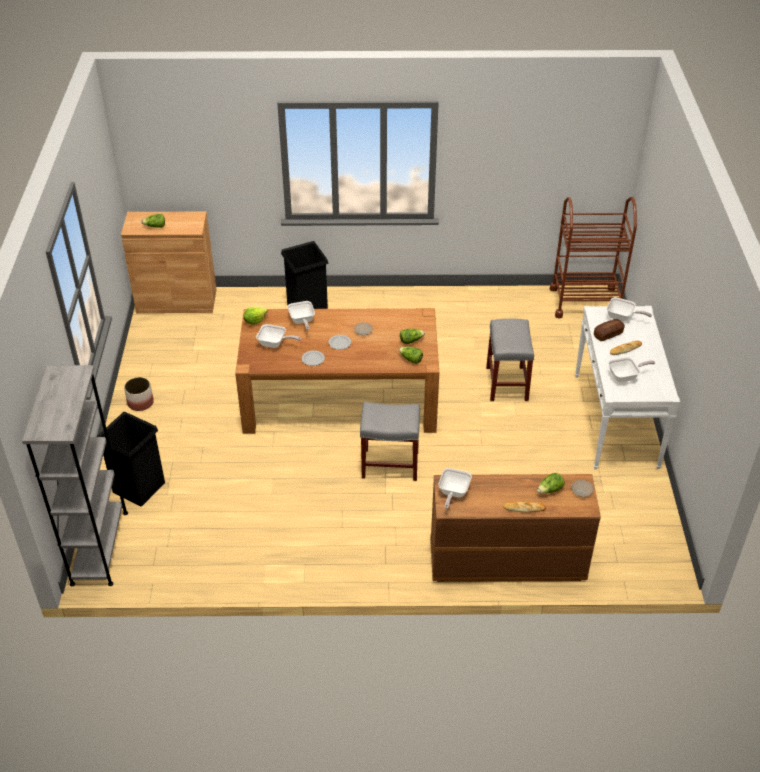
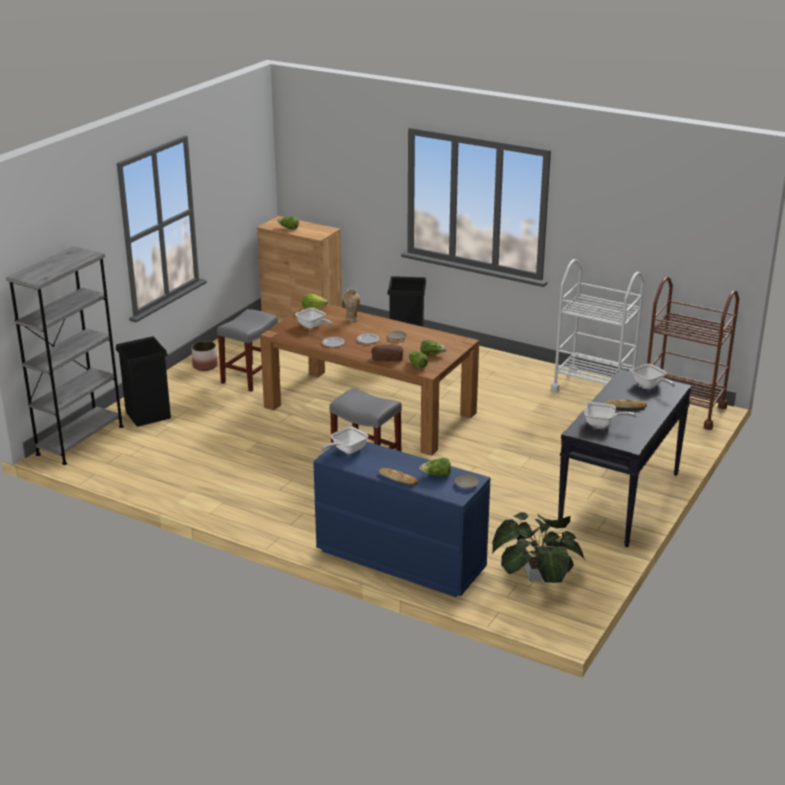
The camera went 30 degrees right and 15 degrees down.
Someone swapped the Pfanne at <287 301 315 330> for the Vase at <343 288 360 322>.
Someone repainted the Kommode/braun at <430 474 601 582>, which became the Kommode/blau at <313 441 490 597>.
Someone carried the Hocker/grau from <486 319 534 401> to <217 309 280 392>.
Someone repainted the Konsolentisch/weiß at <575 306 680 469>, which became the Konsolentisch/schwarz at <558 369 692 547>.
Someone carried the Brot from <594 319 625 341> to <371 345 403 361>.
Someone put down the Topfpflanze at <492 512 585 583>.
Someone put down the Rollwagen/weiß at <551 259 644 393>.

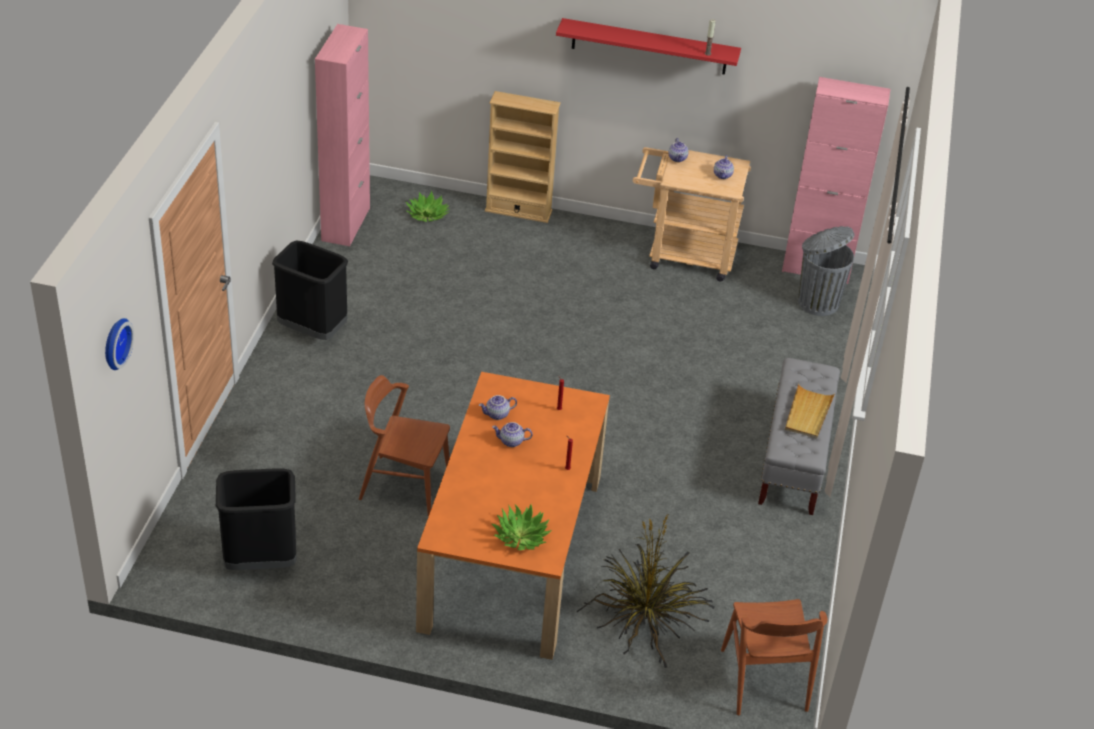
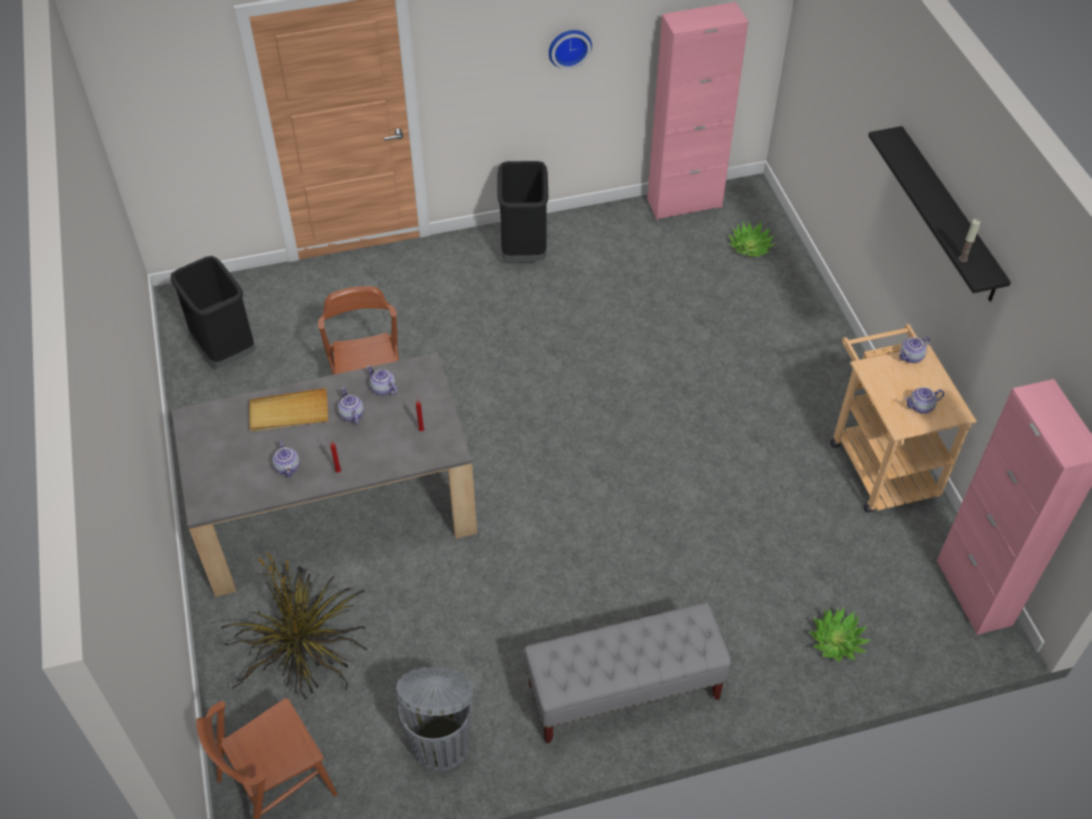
The camera went 65 degrees right and 10 degrees up.
Someone carried the Wanduhr from <105 318 134 370> to <549 30 592 69>.
Someone repainted the Esstisch/orange at <416 372 610 660>, which became the Esstisch/grau at <171 352 477 597>.
Someone took away the Bücherregal/beige at <485 91 561 223>.
Someone carried the Topfpflanze from <492 504 552 551> to <809 607 870 662>.
Someone repainted the Wandregal/rot at <556 18 741 75>, which became the Wandregal/schwarz at <868 126 1011 302>.
Someone carried the Tablett/beige from <785 384 835 439> to <249 388 328 432>.
Someone carried the Mülleimer/grau from <798 226 855 316> to <396 667 473 772>.
Someone put down the Teekanne at <272 440 300 477>.

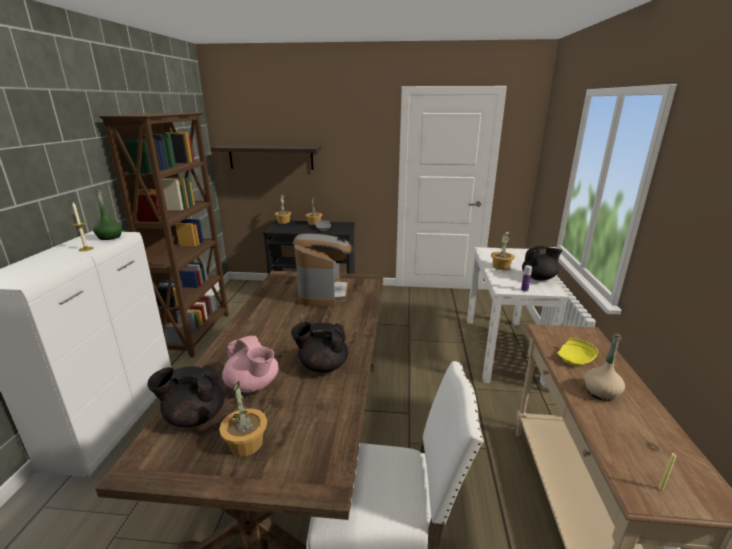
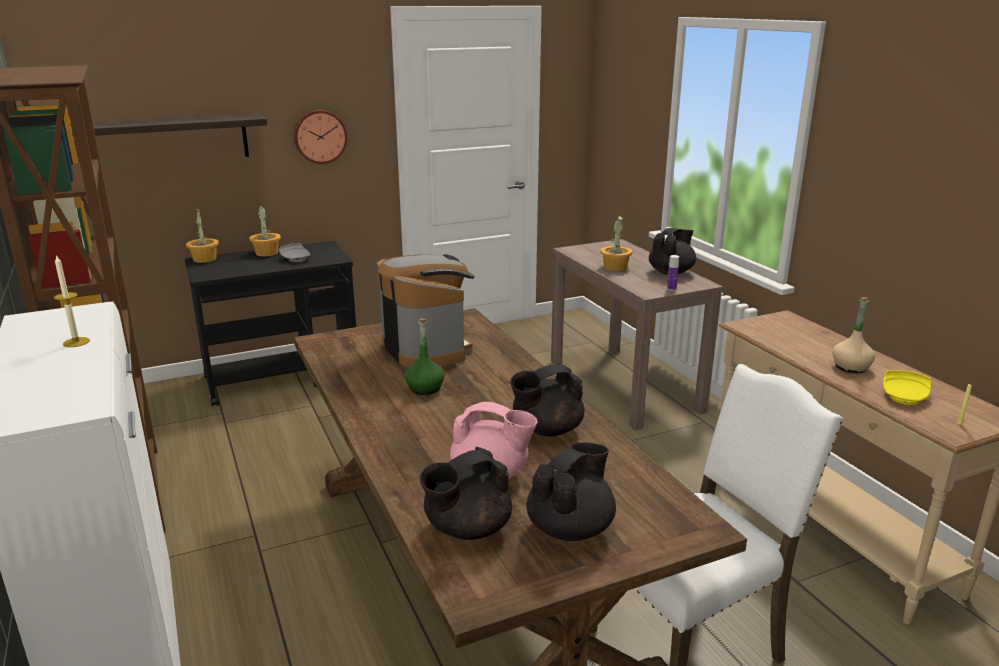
The camera went 30 degrees left and 0 degrees up.
Someone carried the Flasche/grün from <93 190 122 240> to <405 319 444 395>.
Someone swapped the Topfpflanze at <219 381 267 456> for the Teekanne/schwarz at <526 443 616 541>.
Someone repainted the Konsolentisch/weiß at <467 247 569 387>, which became the Konsolentisch/braun at <551 239 723 431>.
Someone carried the Teller/gelb from <557 338 598 366> to <883 370 931 405>.
Someone put up the Wanduhr at <294 110 347 164>.

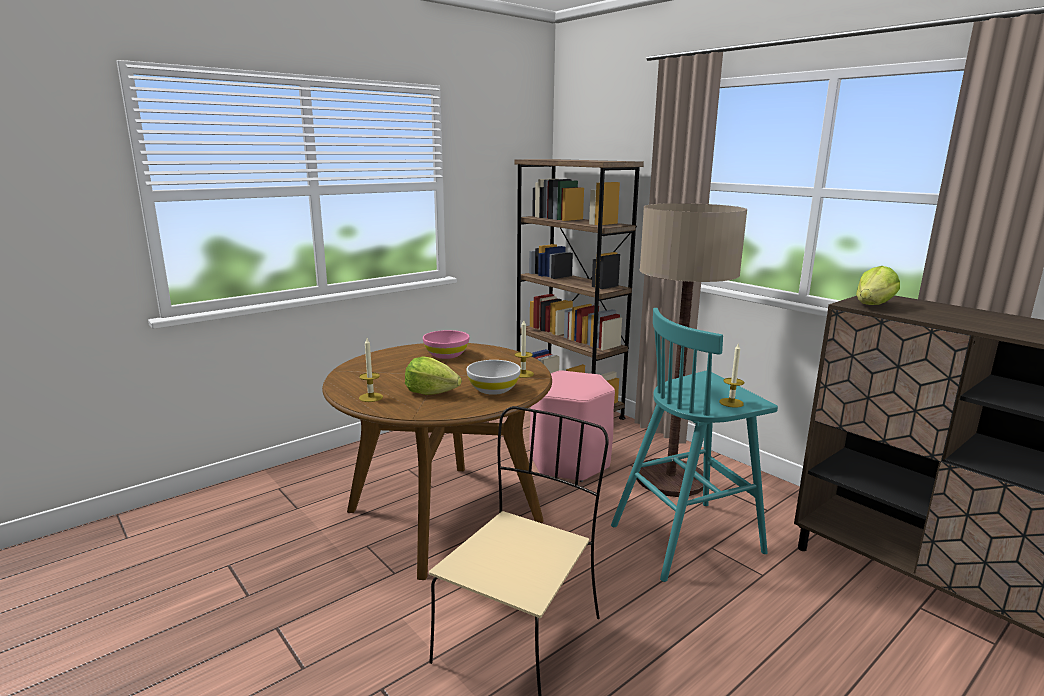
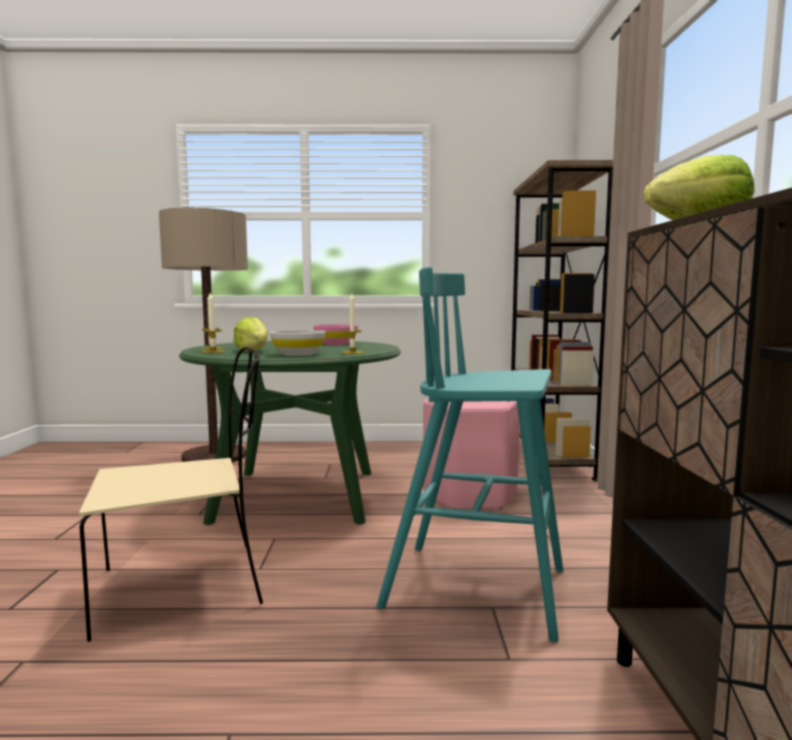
The camera went 40 degrees right and 10 degrees down.
Someone repainted the Esstisch/braun at <322 343 552 580>, which became the Esstisch/grün at <179 341 401 525>.
Someone carried the Stehlampe from <637 203 747 497> to <159 208 248 462>.
Someone carried the Kerze from <719 342 744 408> to <202 294 225 353>.

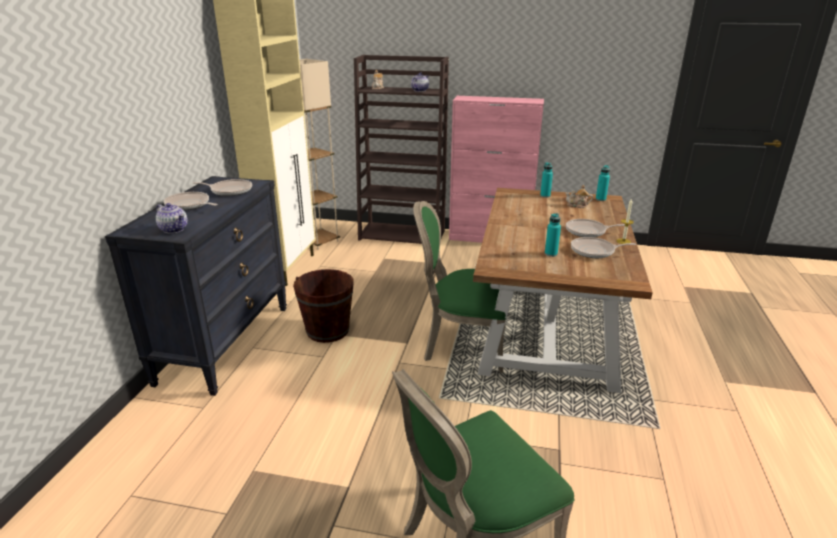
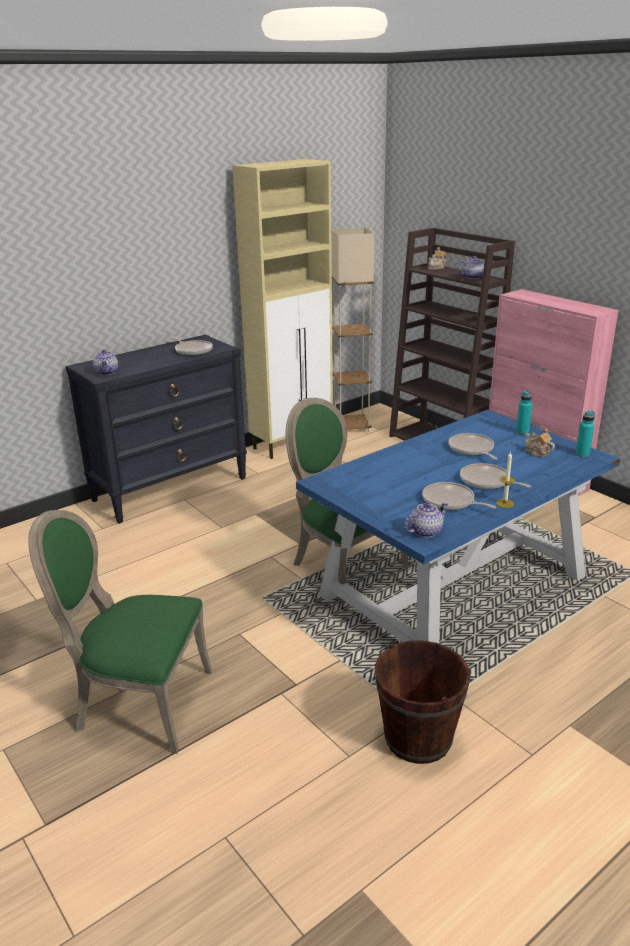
The camera went 40 degrees right and 0 degrees up.
Someone carried the Pfanne from <164 192 218 210> to <448 433 497 460>.
Someone carried the Eimer/braun from <293 269 354 343> to <374 640 471 764>.
Someone repainted the Esstisch/braun at <473 188 653 393>, which became the Esstisch/blau at <296 410 620 644>.
Someone took away the Flasche/türkis at <545 213 561 257>.
Someone put down the Teekanne at <404 502 449 538>.

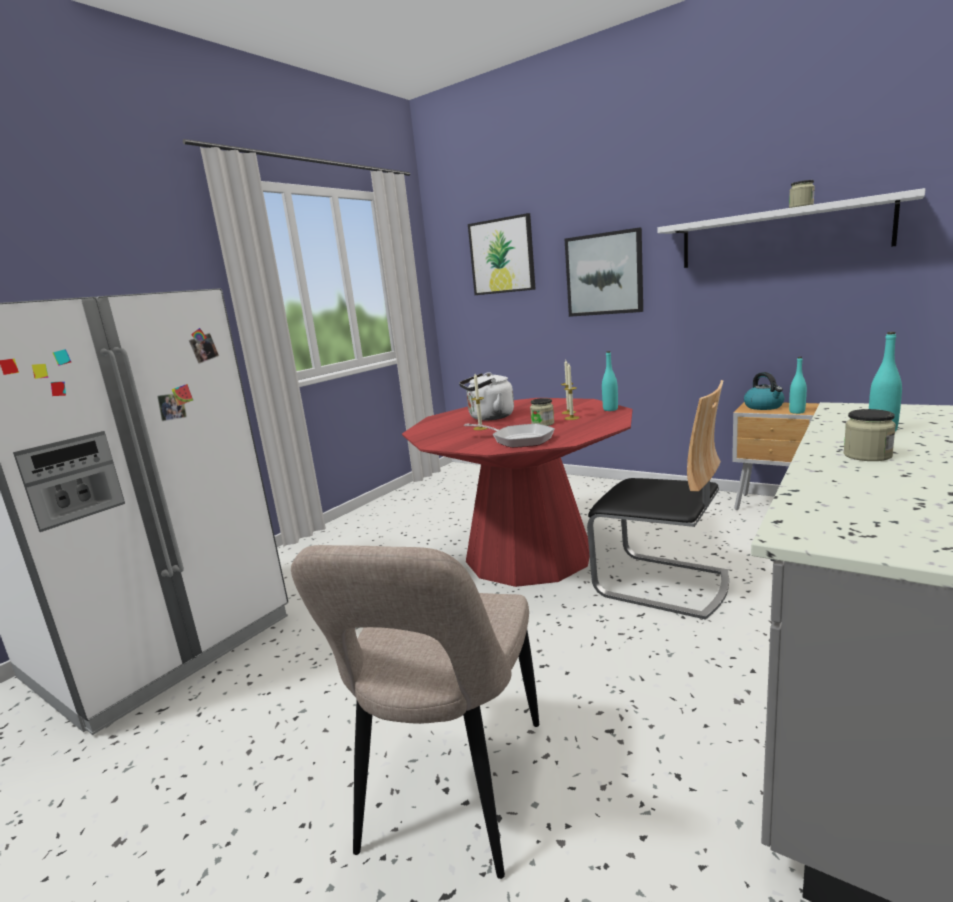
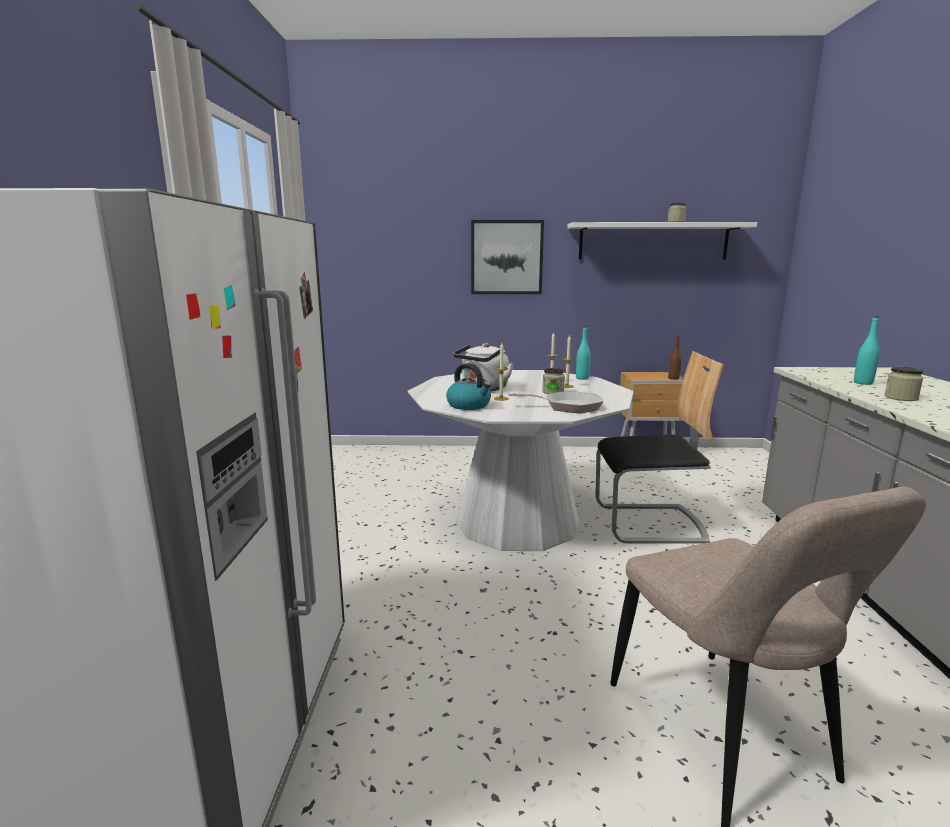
The camera went 35 degrees left and 0 degrees up.
Someone repainted the Esstisch/rot at <402 398 632 587>, which became the Esstisch/weiß at <408 370 634 551>.
Someone took away the Bild at <468 213 536 295>.
Someone carried the Wasserkessel from <744 372 784 410> to <446 363 491 410>.
Someone repainted the Flasche/türkis at <789 357 807 414>, which became the Flasche/braun at <668 336 681 380>.

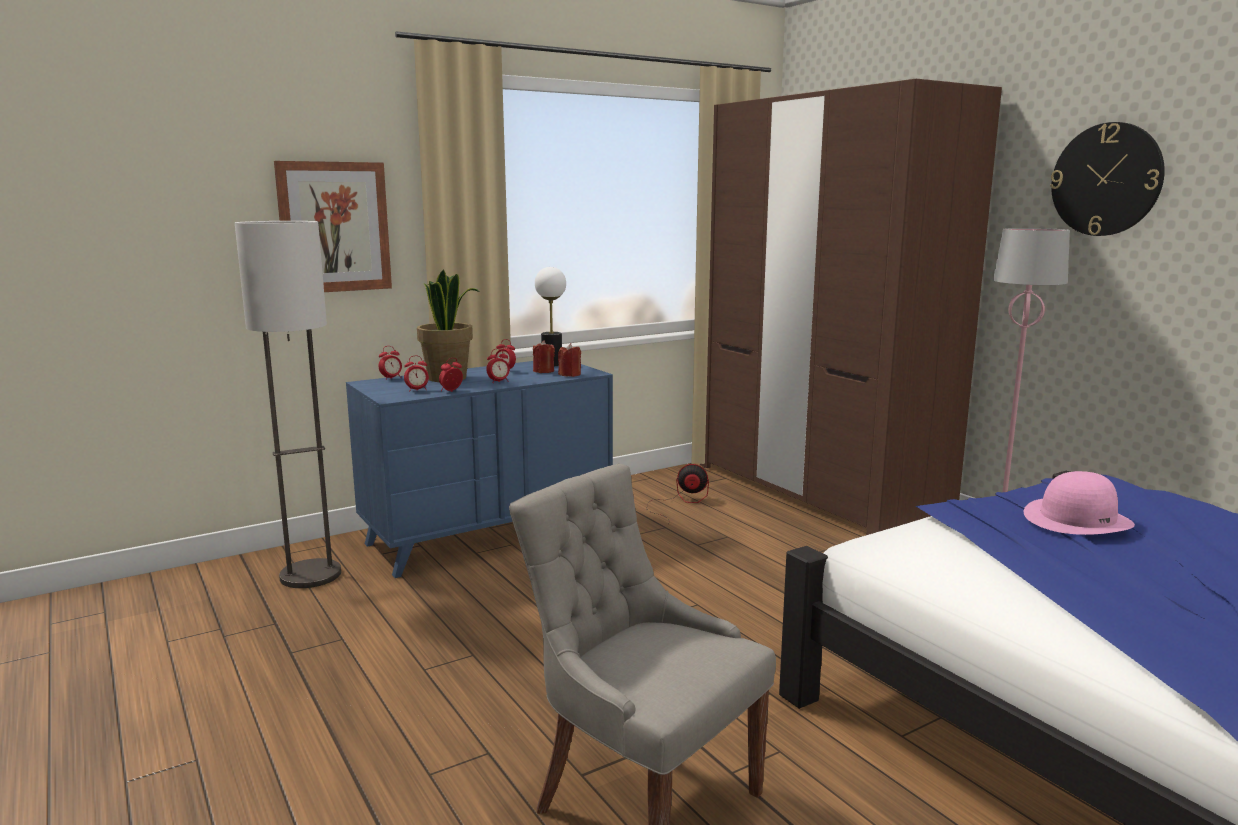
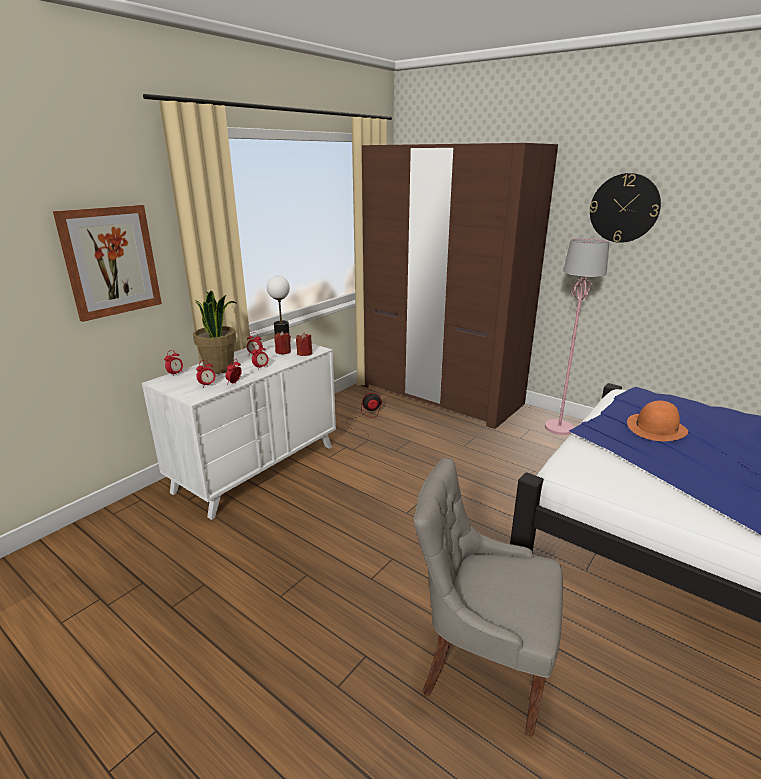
The camera went 20 degrees left and 10 degrees up.
Someone took away the Stehlampe at <235 221 341 588>.
Someone repainted the Kommode/blau at <346 361 613 578>, which became the Kommode/weiß at <142 338 336 520>.
Someone repainted the Hut/rosa at <1024 471 1135 535>, which became the Hut/orange at <627 401 688 441>.

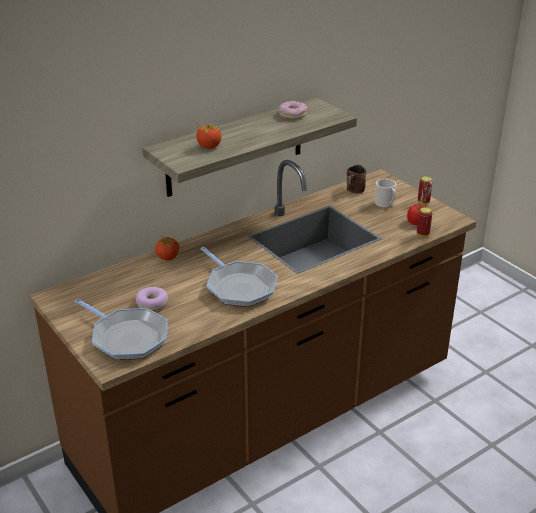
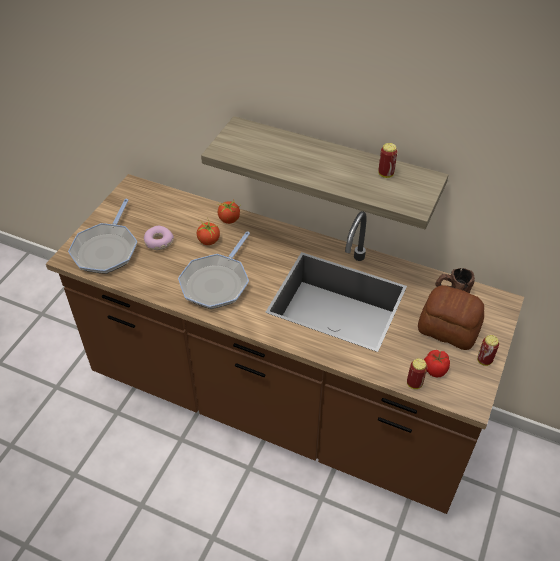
The camera went 60 degrees right and 15 degrees up.
Someone carried the Tomate from <196 123 222 149> to <197 220 220 245>.
Someone swapped the Donut at <279 101 308 120> for the Dose at <378 143 398 178>.
Someone swapped the Henkelbecher at <375 179 396 208> for the Brot at <418 285 484 350>.

